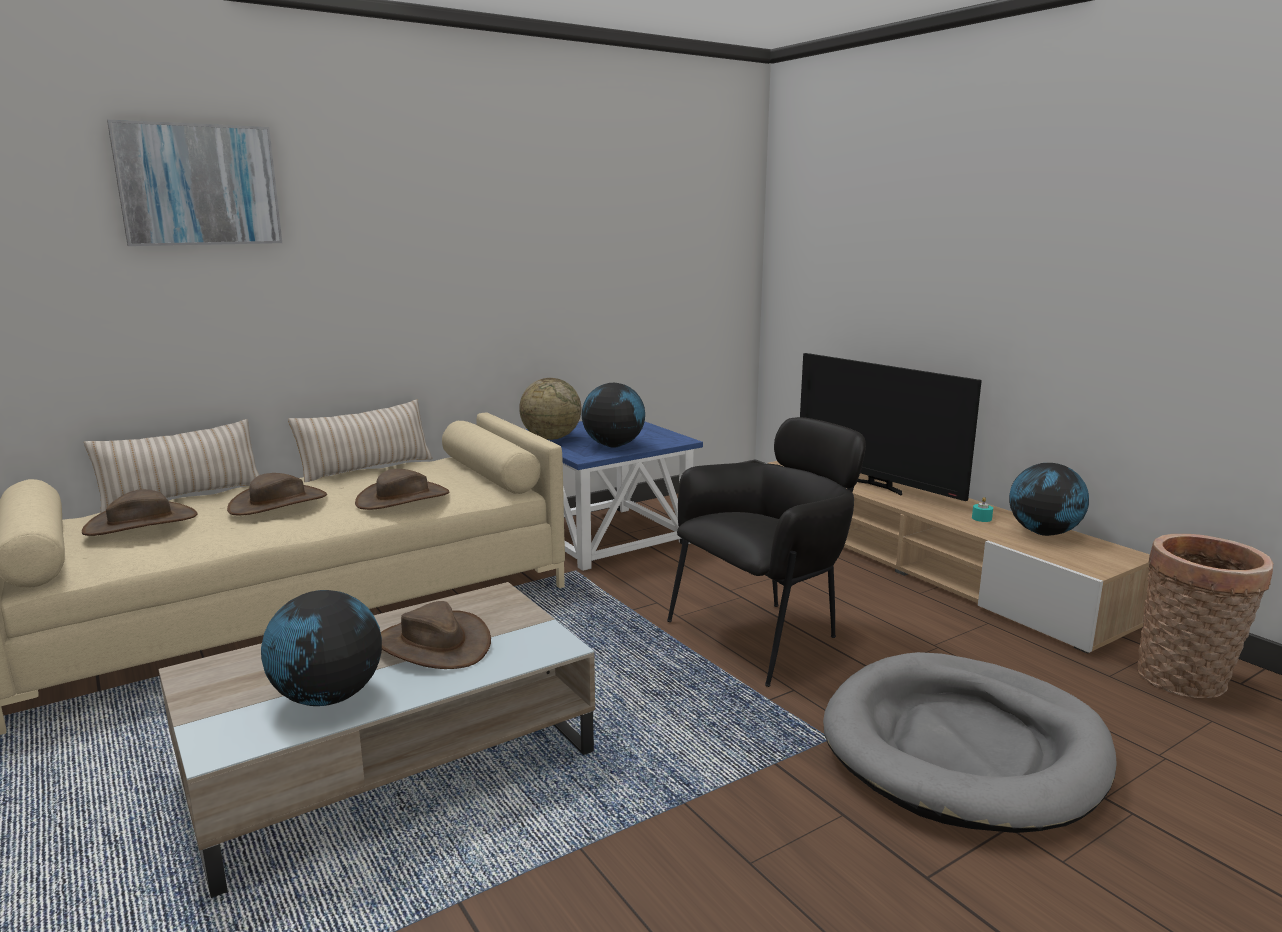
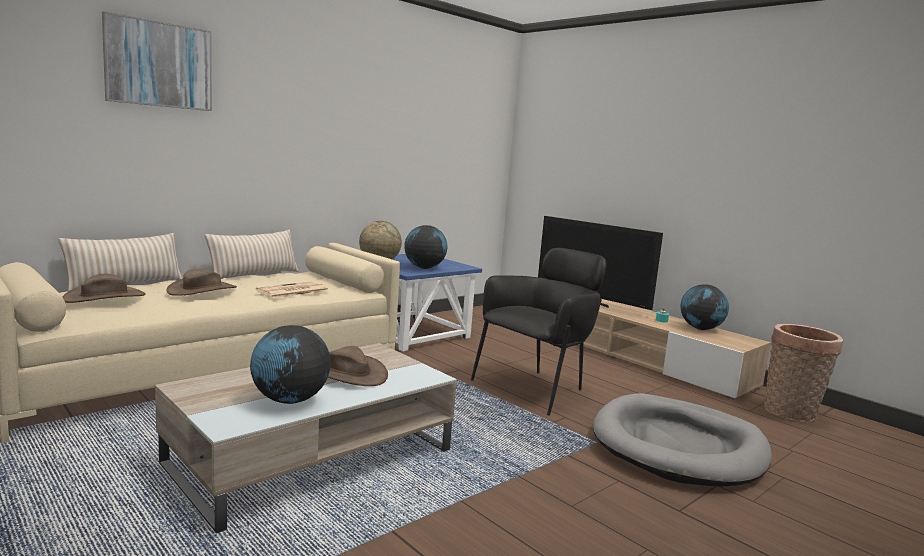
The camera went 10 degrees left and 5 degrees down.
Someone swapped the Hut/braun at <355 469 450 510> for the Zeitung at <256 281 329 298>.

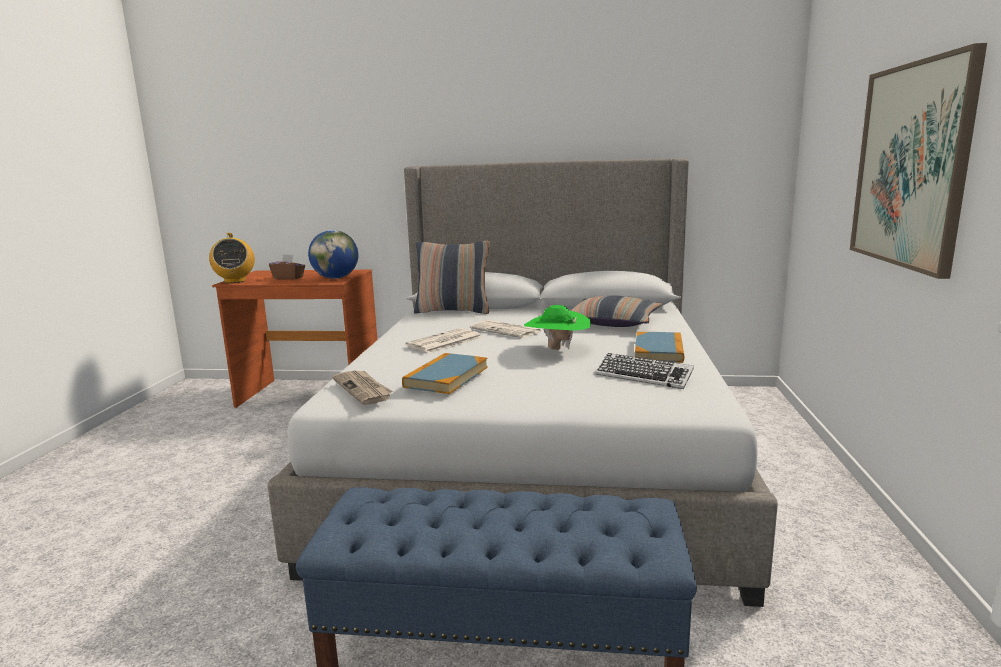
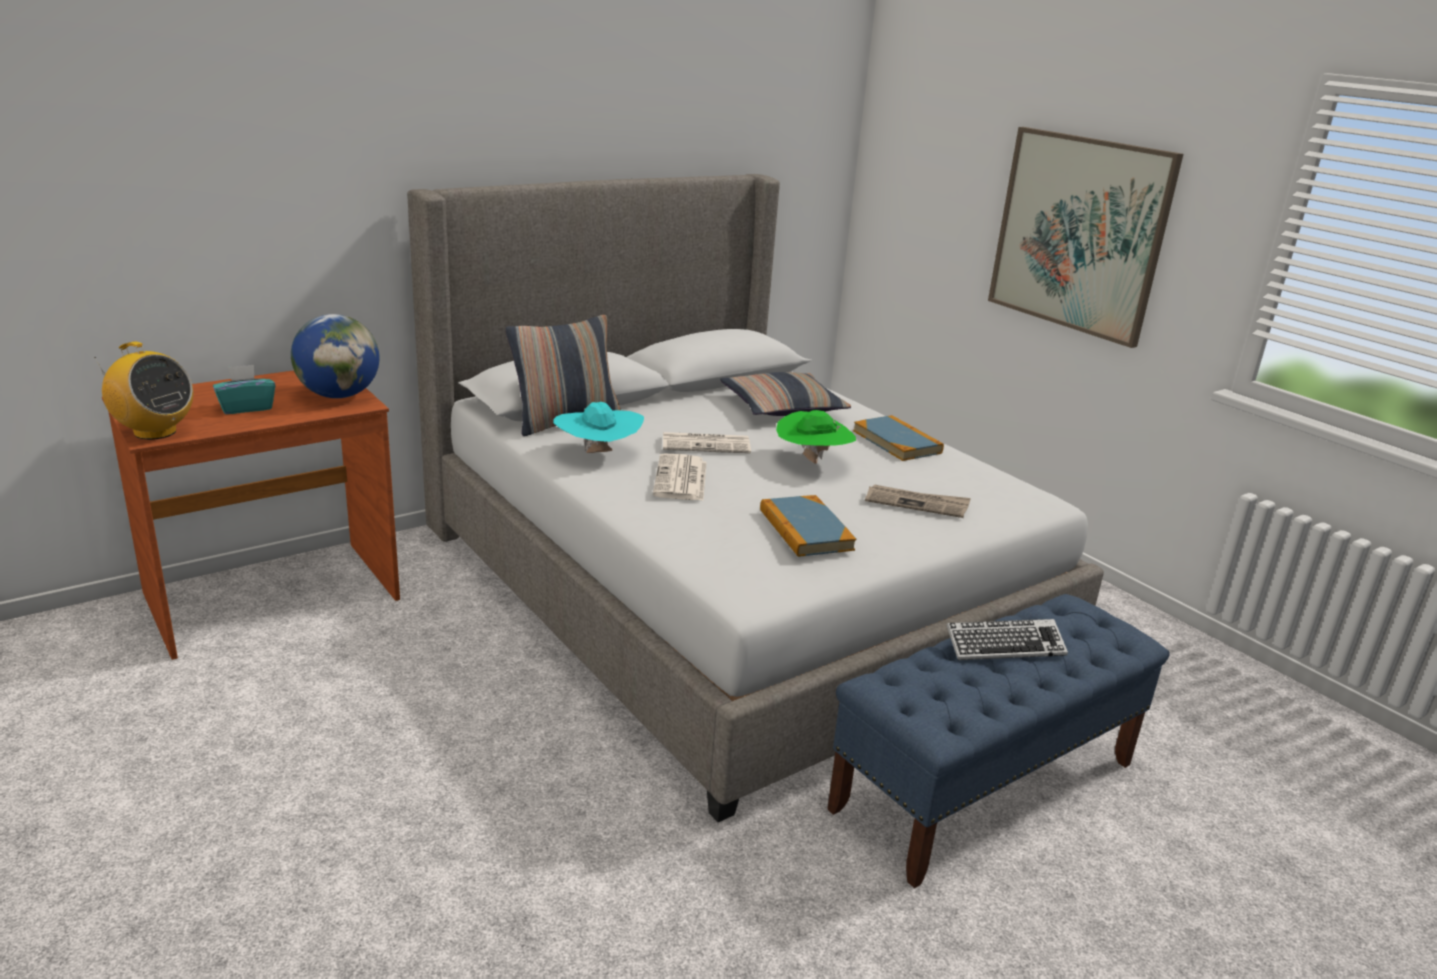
The camera went 45 degrees left and 10 degrees up.
Someone repainted the Taschentuchbox/braun at <269 254 305 280>, which became the Taschentuchbox/türkis at <213 365 275 414>.
Someone carried the Zeitung from <332 370 392 405> to <865 484 971 518>.
Someone carried the Tastatur from <595 353 694 389> to <946 619 1068 660>.
Someone put down the Hut/türkis at <553 402 644 453>.

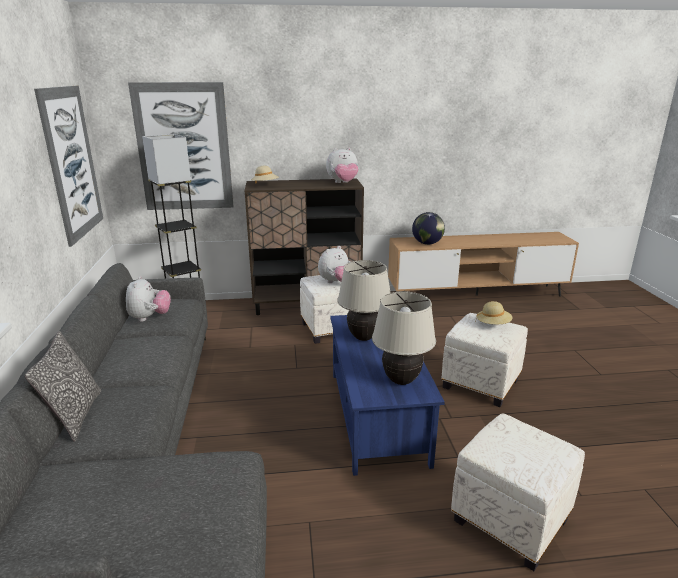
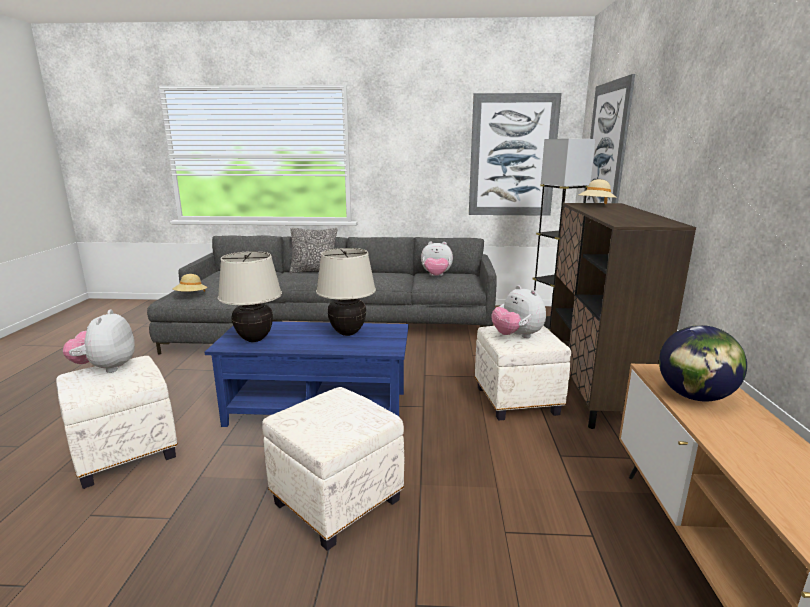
The camera went 100 degrees right and 5 degrees down.
Someone carried the Plüschtier from <326 148 359 183> to <63 309 135 373>.
Someone carried the Hut/beige from <476 301 513 324> to <173 274 207 292>.

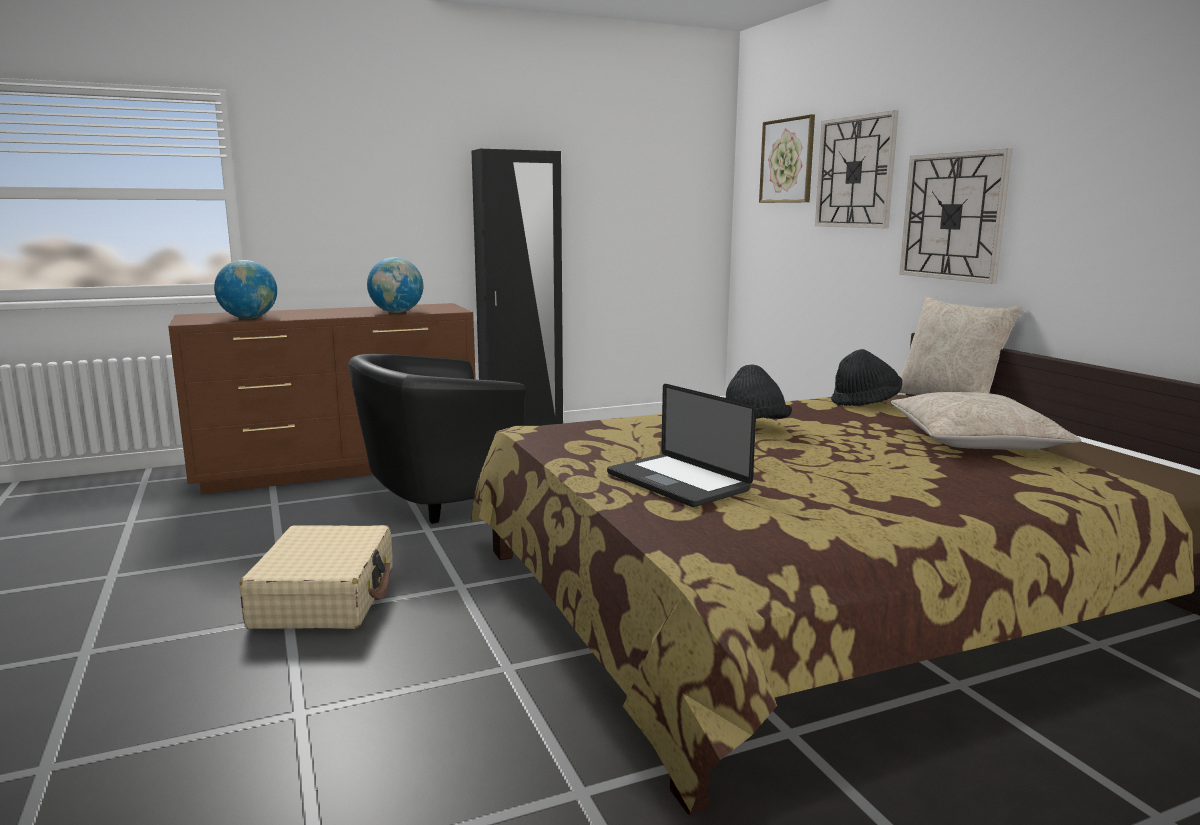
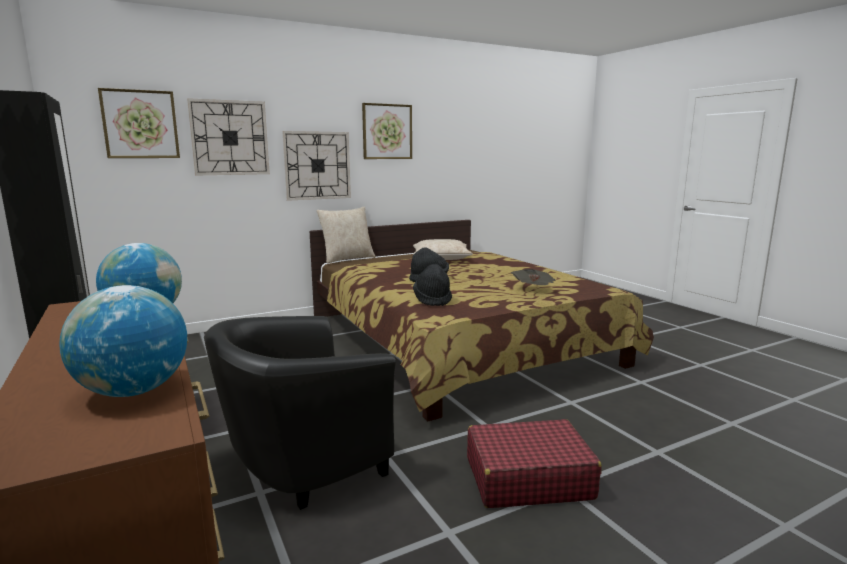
The camera went 95 degrees left and 0 degrees up.
Someone repainted the Koffer/beige at <239 525 393 629>, which became the Koffer/rot at <467 419 602 508>.
Someone rotated the Sessel/schwarz at <348 354 526 524> by 90 degrees clockwise.
Someone swapped the Laptop at <607 384 756 507> for the Zeitung at <511 269 555 285>.
Someone carried the Hut/schwarz from <831 349 902 406> to <413 264 452 306>.
Someone put up the Bild at <362 103 412 159>.

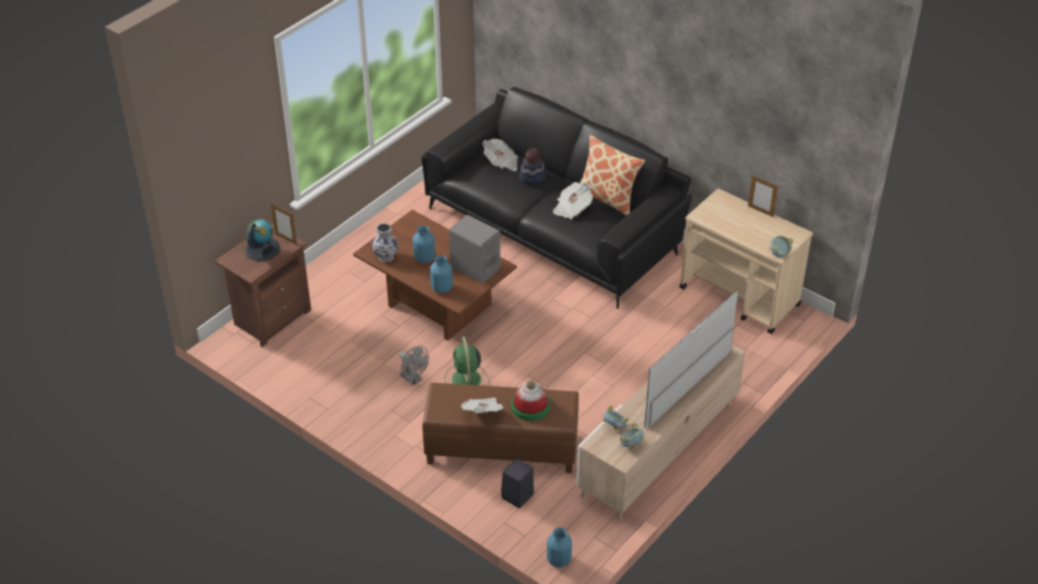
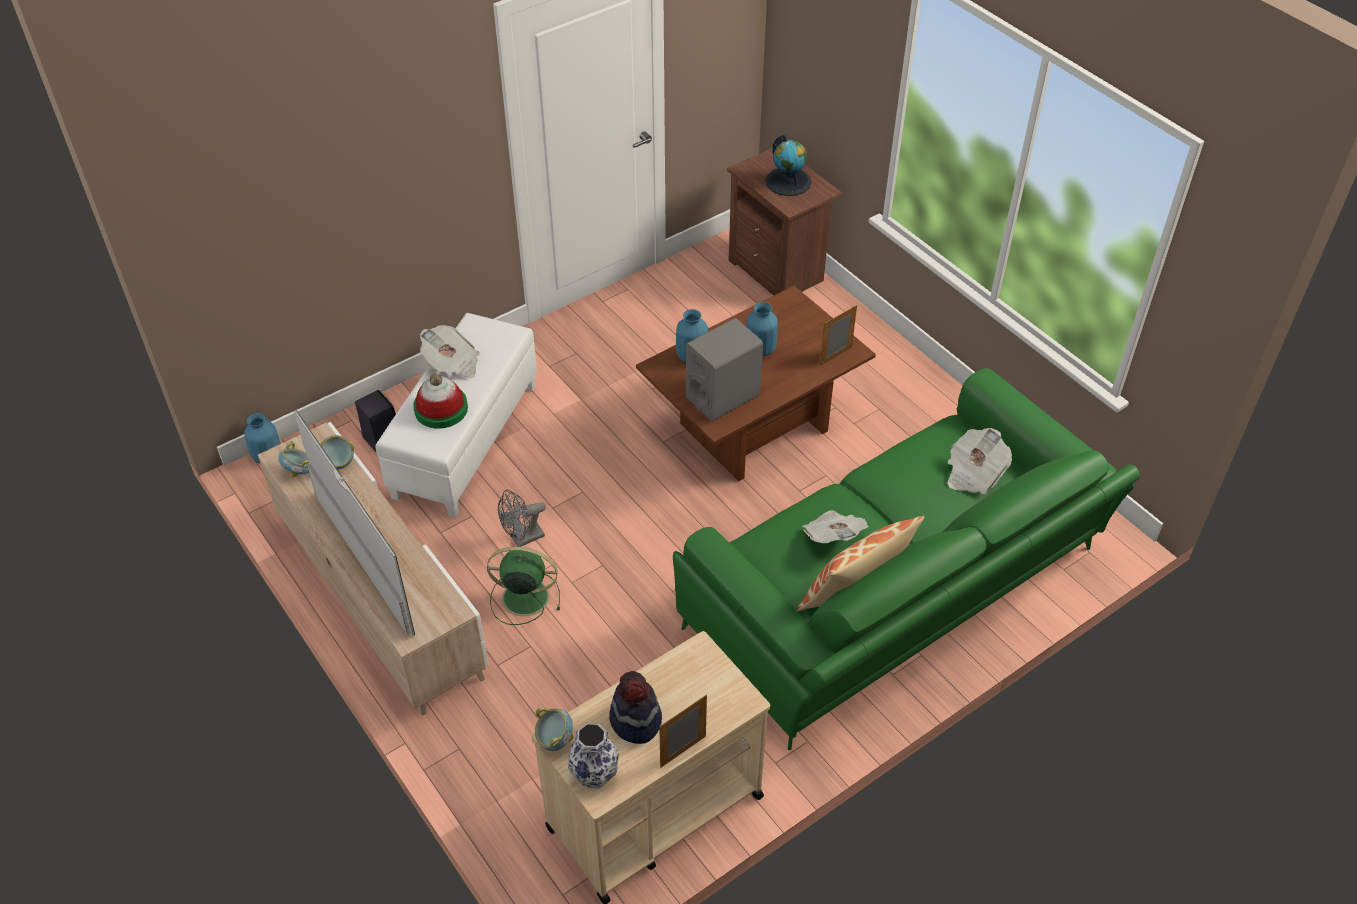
The camera went 105 degrees right and 5 degrees up.
Someone carried the Bilderrahmen from <271 203 297 245> to <820 305 857 366>.
Someone carried the Vase from <372 223 398 262> to <568 723 619 789>.
Someone carried the Ventilator/grau from <398 346 429 386> to <498 490 546 547>.
Someone repainted the Sofa/schwarz at <421 87 692 309>, which became the Sofa/grün at <673 368 1140 750>.
Someone repainted the Polsterhocker/braun at <422 383 579 473>, which became the Polsterhocker/weiß at <375 313 537 517>.
Someone carried the Ventilator/grün from <444 336 490 385> to <487 547 560 625>.
Someone carried the Hut from <519 148 547 185> to <609 671 662 744>.

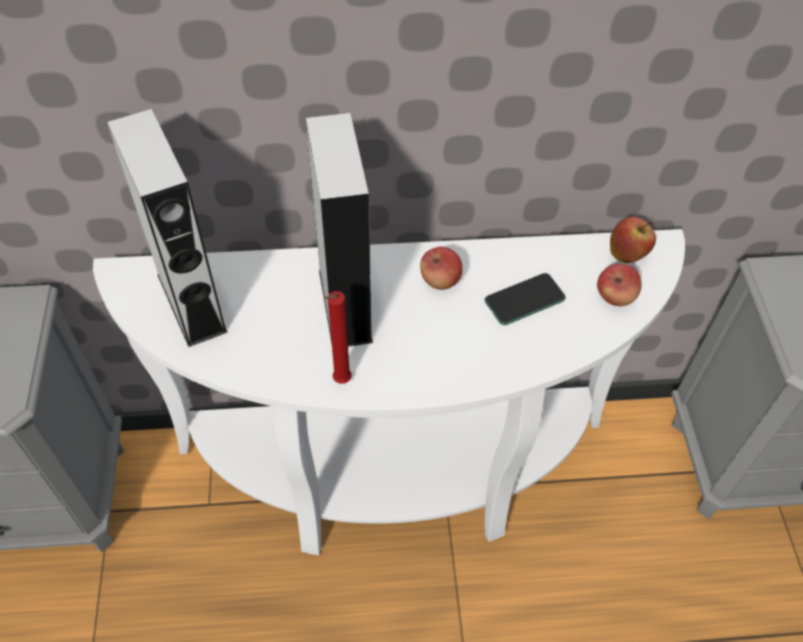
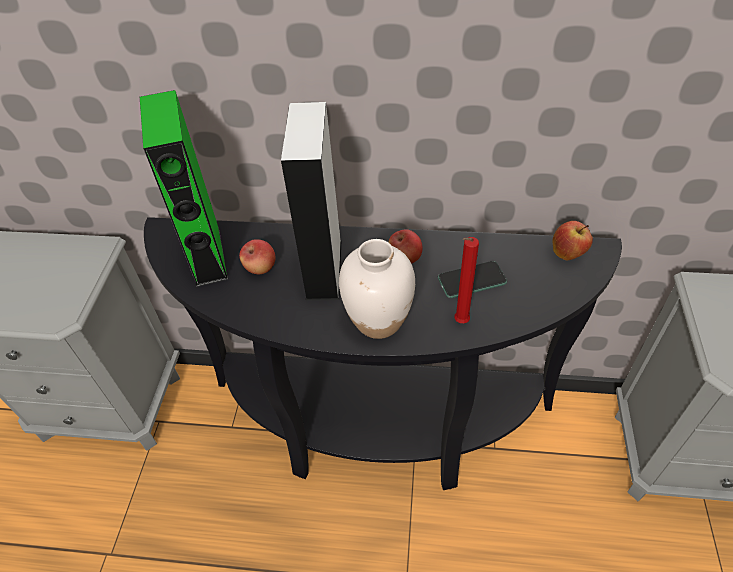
The camera went 15 degrees right and 5 degrees down.
Someone repainted the Konsolentisch/weiß at <93 229 685 555>, which became the Konsolentisch/schwarz at <144 217 622 490>.
Someone repainted the Lautsprecher/grau at <107 109 227 347>, which became the Lautsprecher/grün at <140 90 229 287>.
Someone carried the Kerze/rot from <324 291 352 384> to <454 237 479 323>.
Someone carried the Apfel from <597 264 641 306> to <239 239 276 275>.
Someone put down the Vase/weiß at <339 239 415 339>.

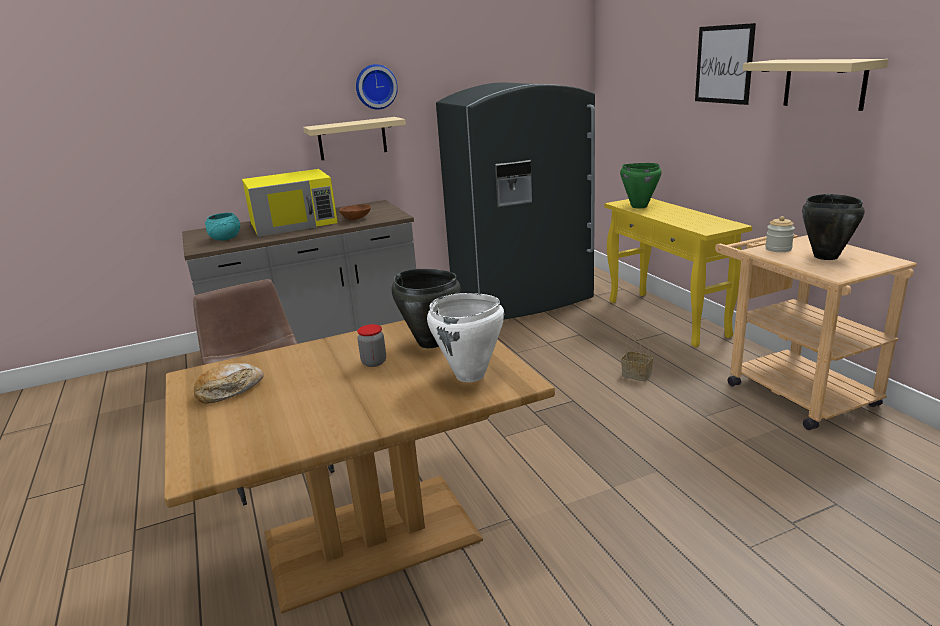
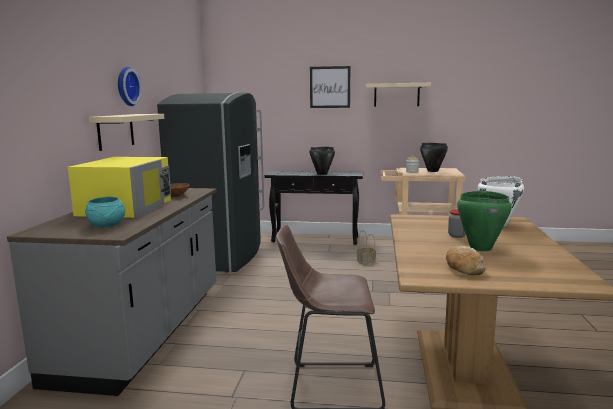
The camera went 60 degrees left and 10 degrees down.
Someone carried the Kochtopf/schwarz from <392 269 461 348> to <310 147 335 175>.
Someone repainted the Konsolentisch/gelb at <605 198 752 347>, which became the Konsolentisch/schwarz at <264 170 363 245>.
Someone carried the Kochtopf/grün from <620 163 662 208> to <457 191 511 251>.

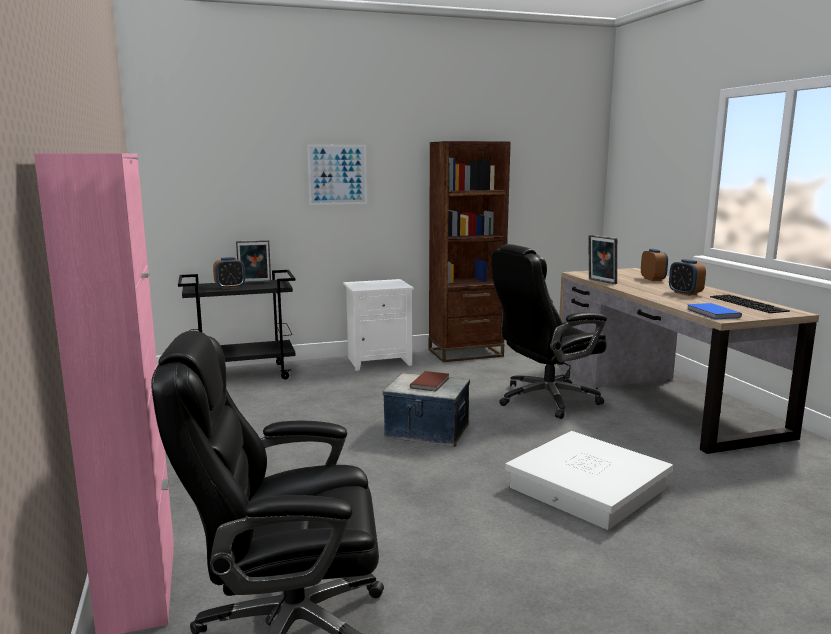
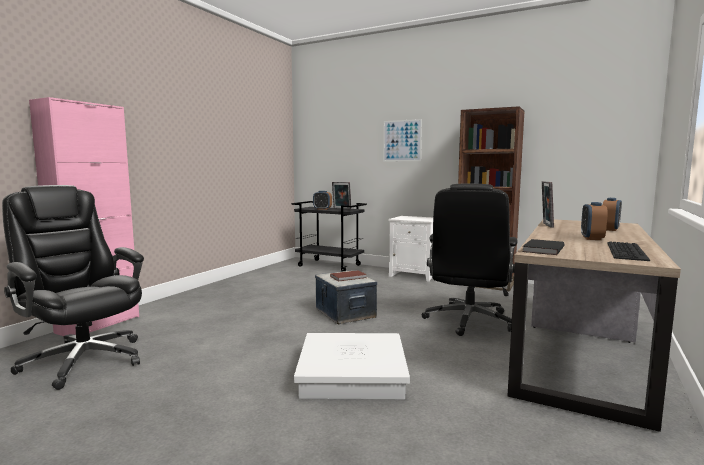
The camera went 45 degrees right and 5 degrees down.
Someone rotated the Bürostuhl/schwarz at <491 244 607 419> by 90 degrees counterclockwise.
Someone repainted the Buch/blau at <687 303 742 320>, which became the Buch/schwarz at <522 239 564 255>.

